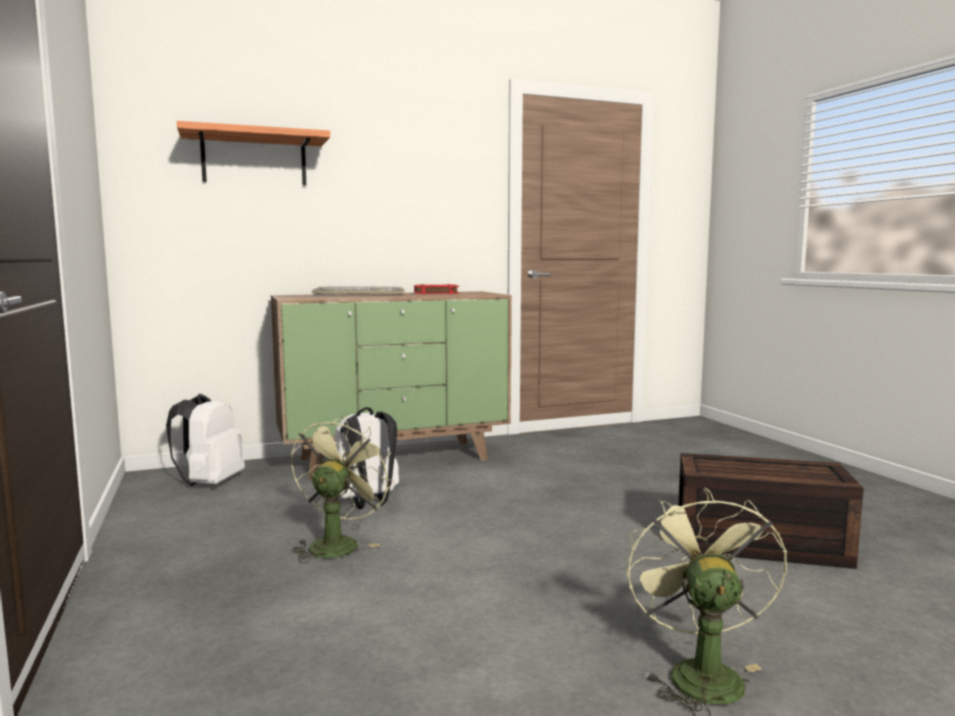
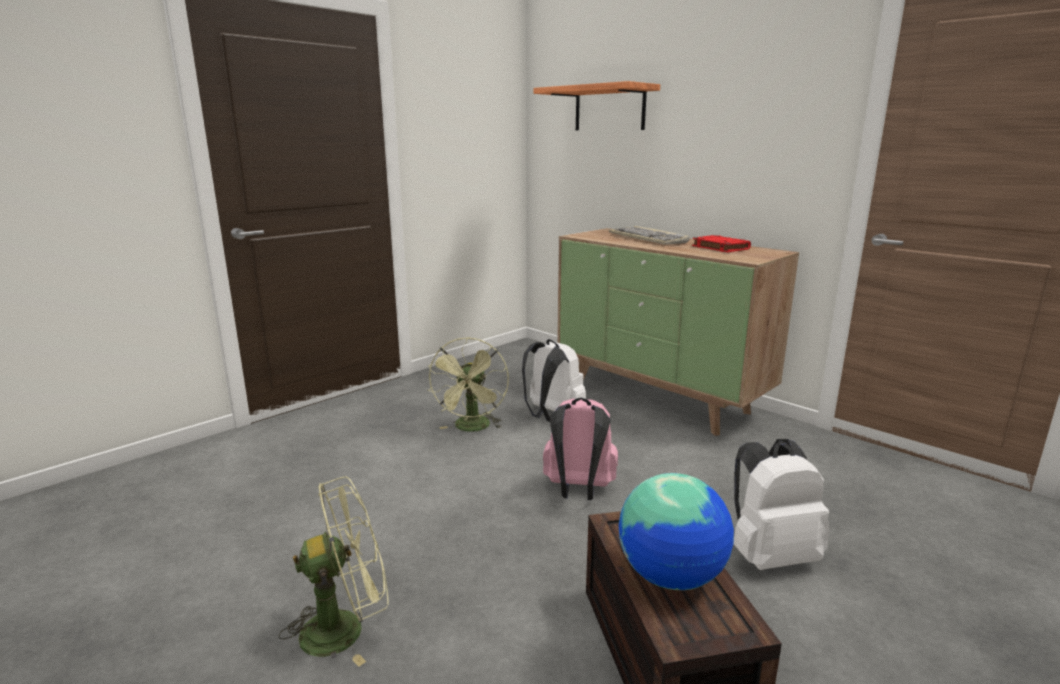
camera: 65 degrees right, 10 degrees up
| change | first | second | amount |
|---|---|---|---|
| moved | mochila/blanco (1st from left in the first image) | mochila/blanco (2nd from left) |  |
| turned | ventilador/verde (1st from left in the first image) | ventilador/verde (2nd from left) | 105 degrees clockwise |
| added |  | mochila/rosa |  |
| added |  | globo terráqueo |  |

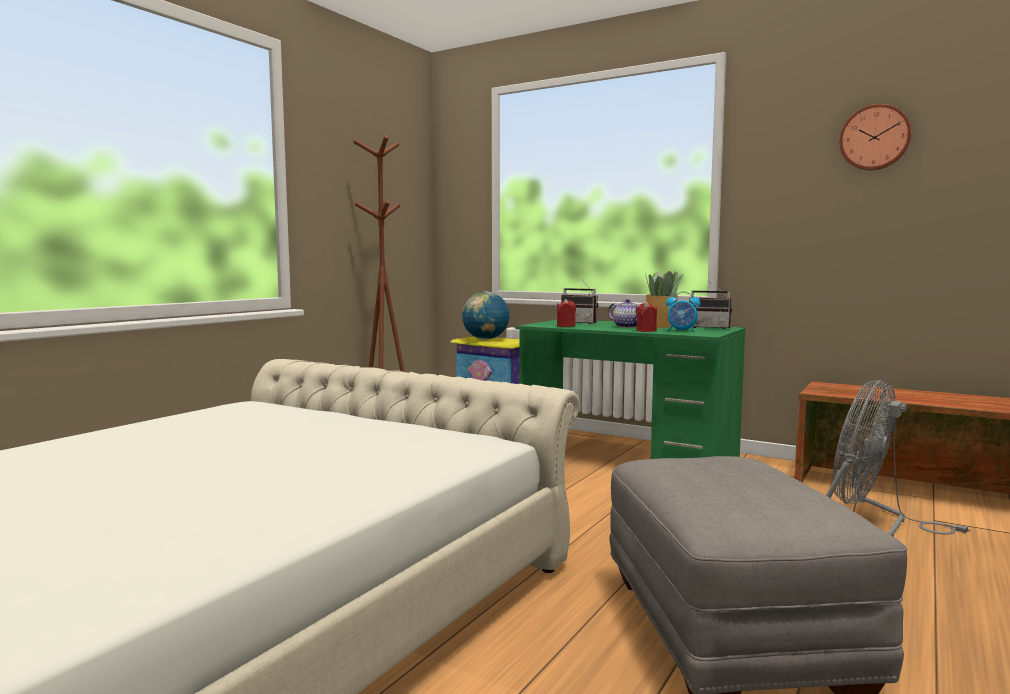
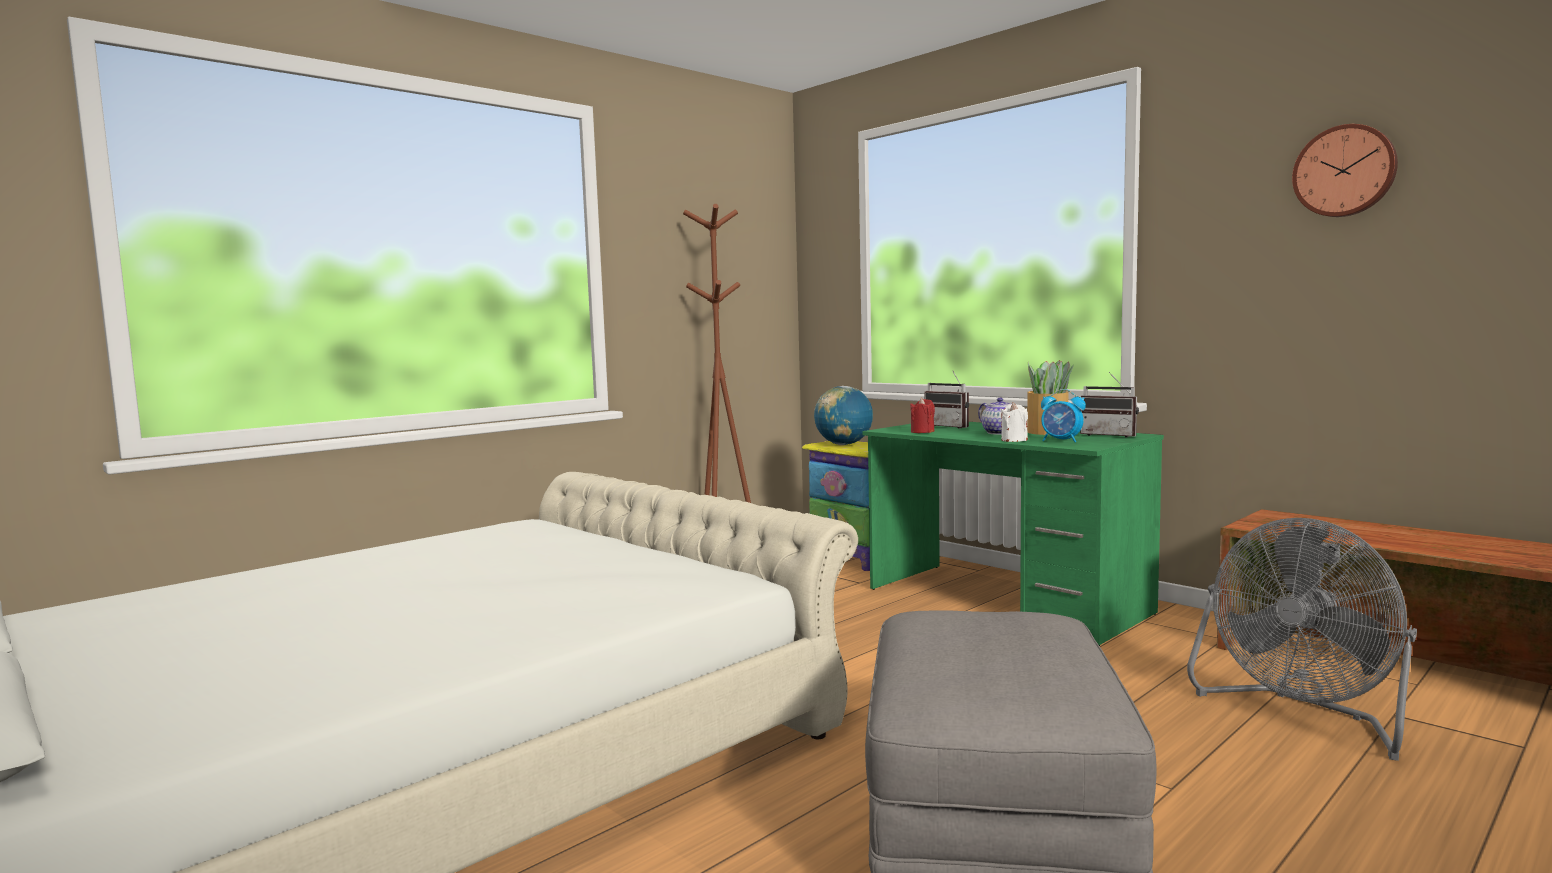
camera: 15 degrees right, 0 degrees up
| change | first | second | amount |
|---|---|---|---|
| recoloured | vela/rojo (2nd from left) | vela/blanco |  |
| turned | ventilador/gris |  | 90 degrees counterclockwise |

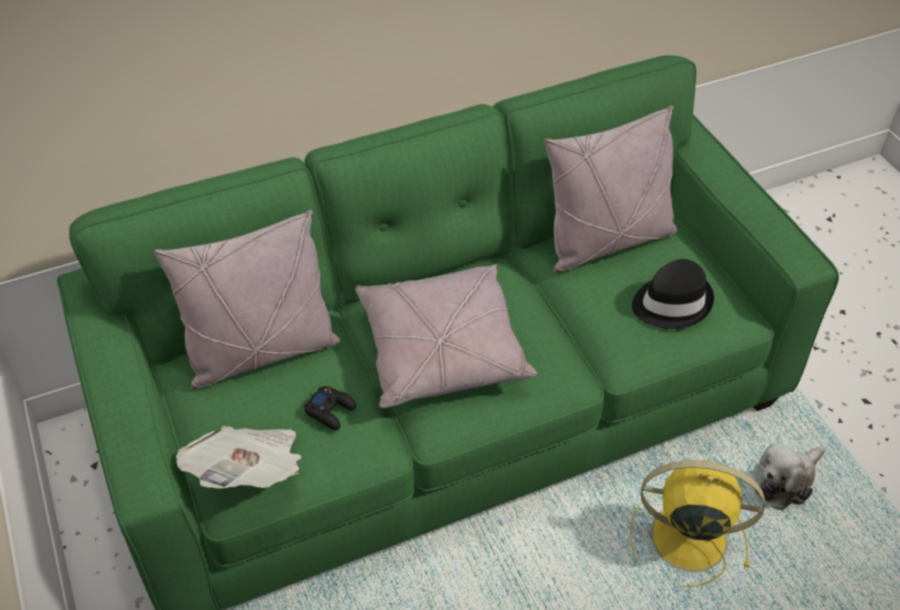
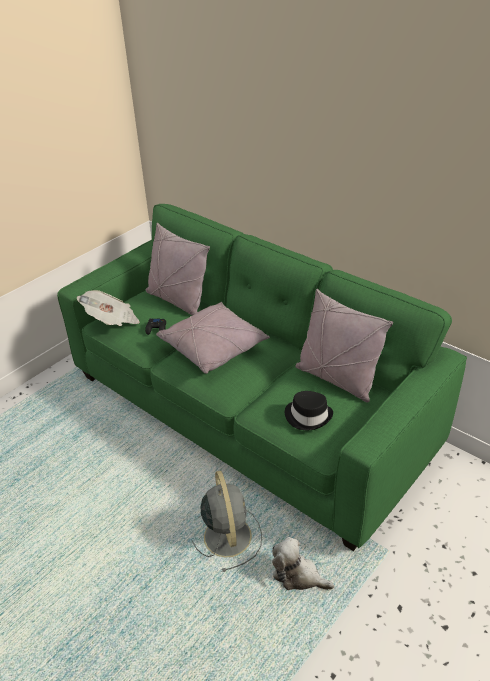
camera: 65 degrees right, 10 degrees down
| change | first | second | amount |
|---|---|---|---|
| recoloured | ventilador/amarillo | ventilador/gris |  |

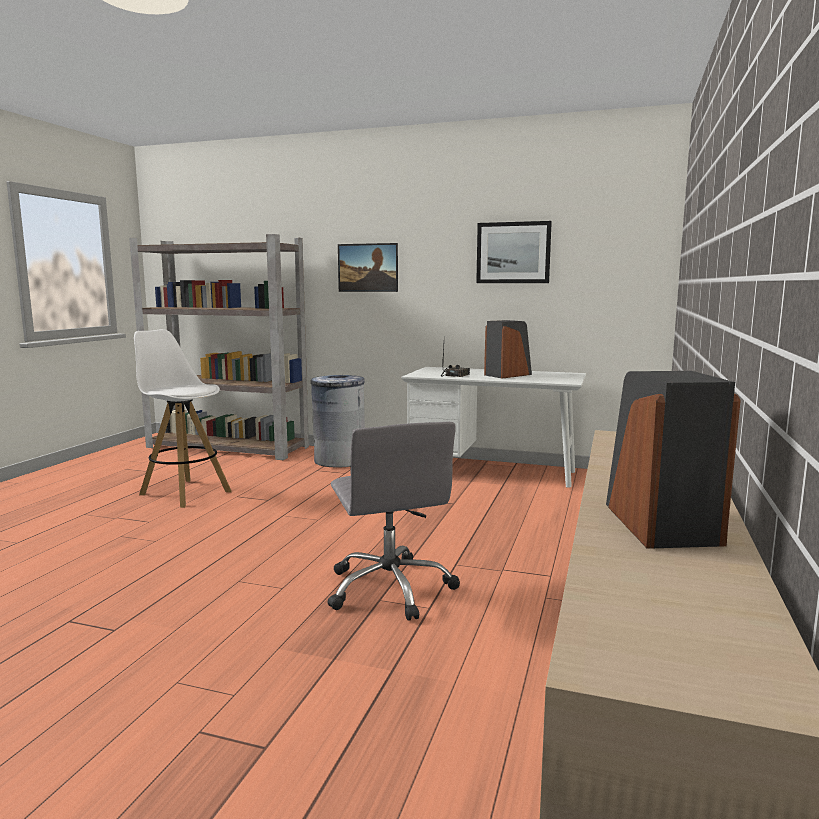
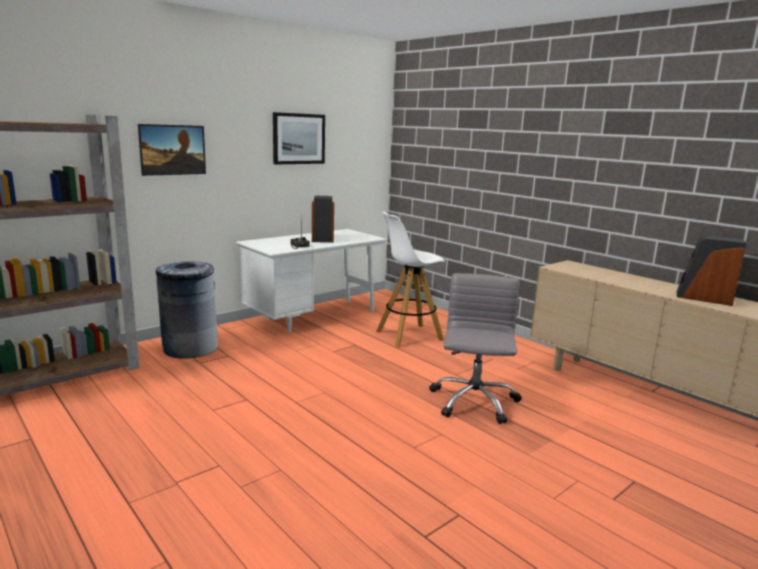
camera: 60 degrees left, 5 degrees up
| change | first | second | amount |
|---|---|---|---|
| moved | taburete/blanco |  |  |
| turned | silla de oficina/gris |  | 90 degrees counterclockwise |

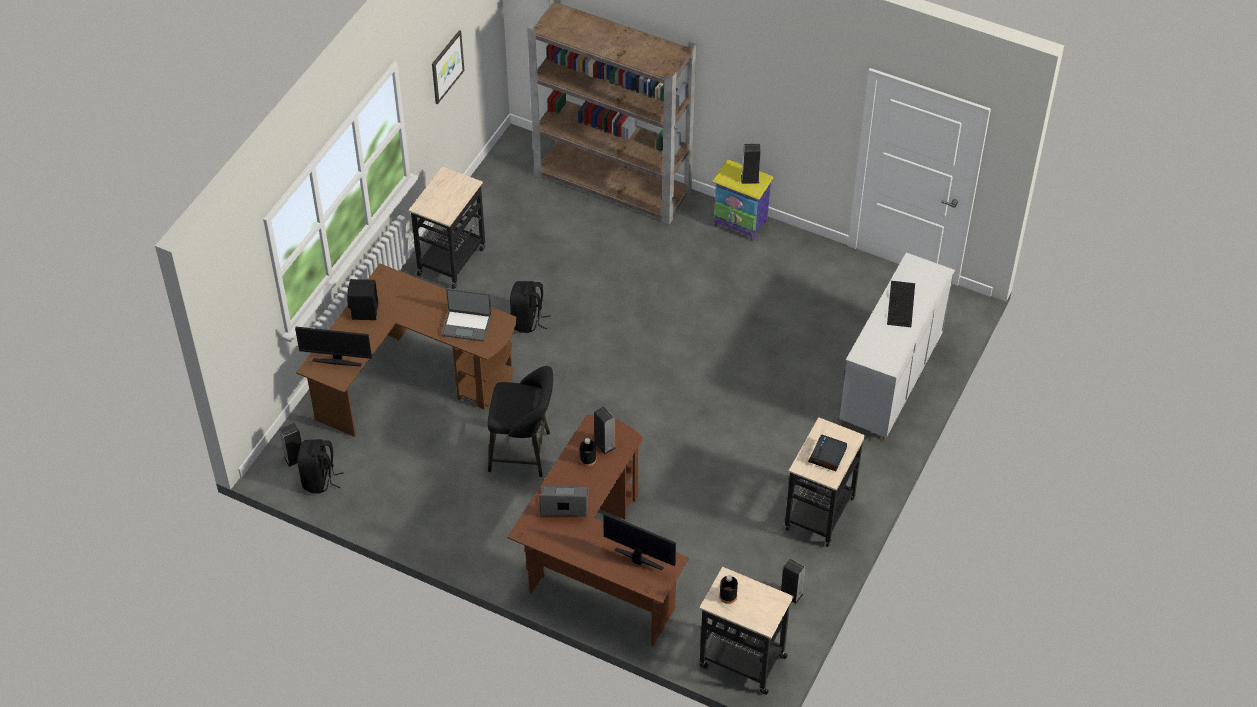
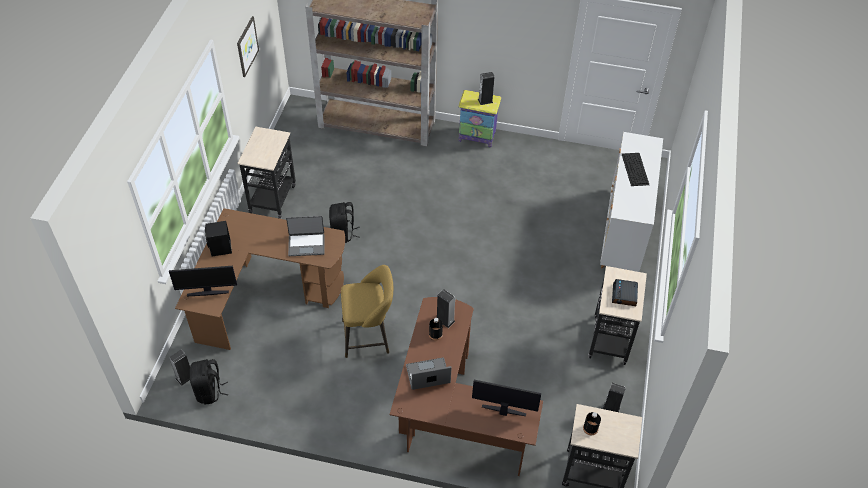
camera: 15 degrees left, 0 degrees up
| change | first | second | amount |
|---|---|---|---|
| recoloured | taburete/negro | taburete/amarillo |  |

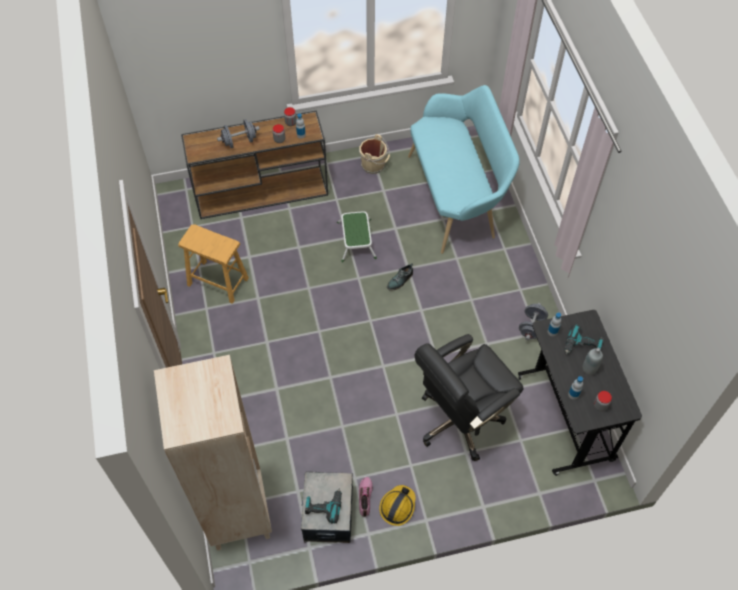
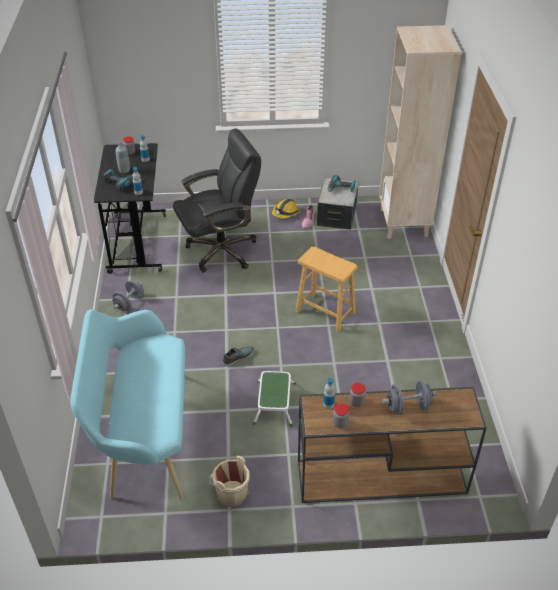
camera: 170 degrees left, 15 degrees down
| change | first | second | amount |
|---|---|---|---|
| moved | taburete/marrón |  |  |

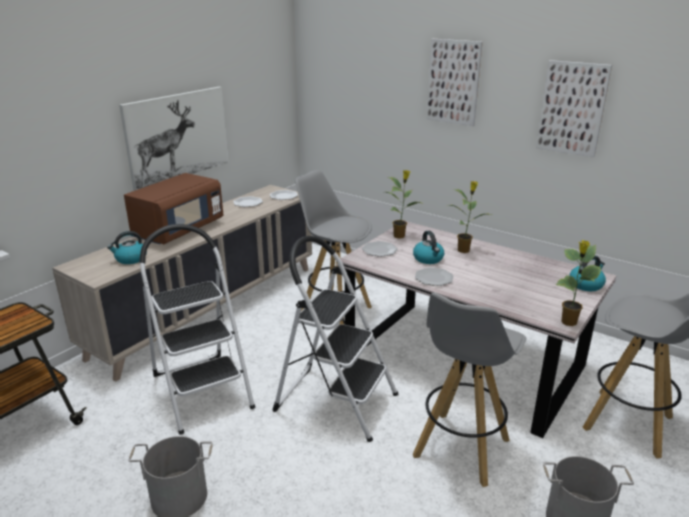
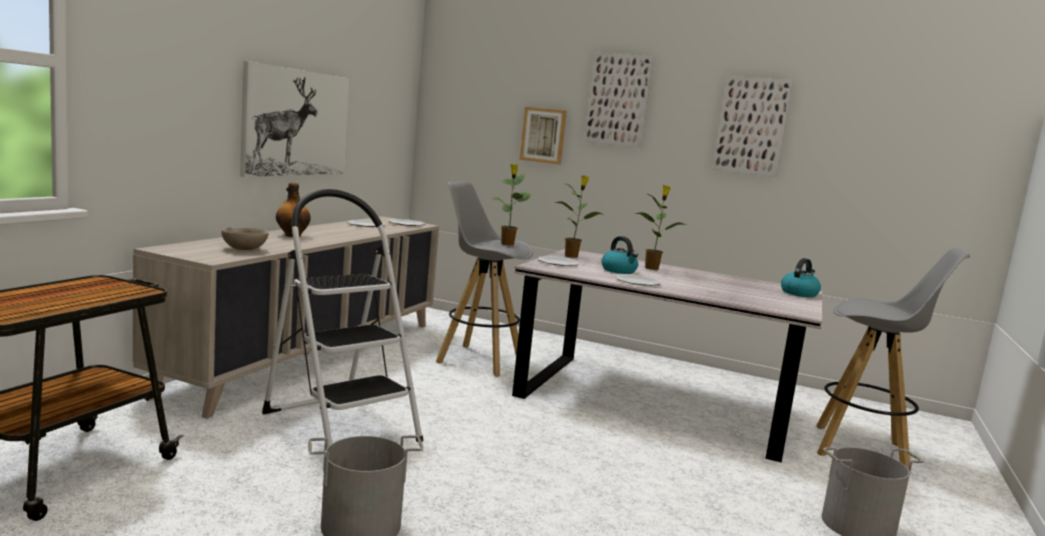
camera: 15 degrees left, 15 degrees down
| change | first | second | amount |
|---|---|---|---|
| replaced | microondas/marrón | botella |  |
| replaced | hervidor (1st from left) | cuenco/beis |  |
| removed | escalera de tijera (2nd from left) |  |  |
| moved | planta en maceta (3rd from left in the first image) | planta en maceta (1st from left) |  |
| removed | taburete/gris (2nd from left) |  |  |
| added |  | cuadro (2nd from left) |  |

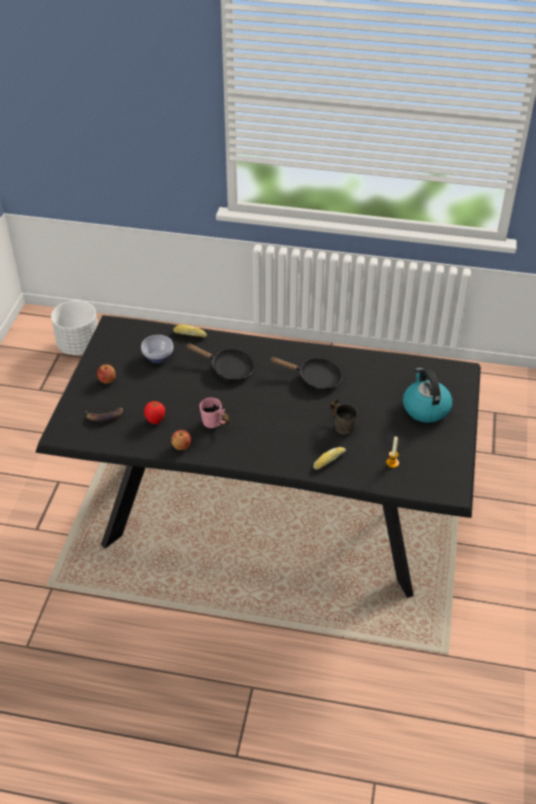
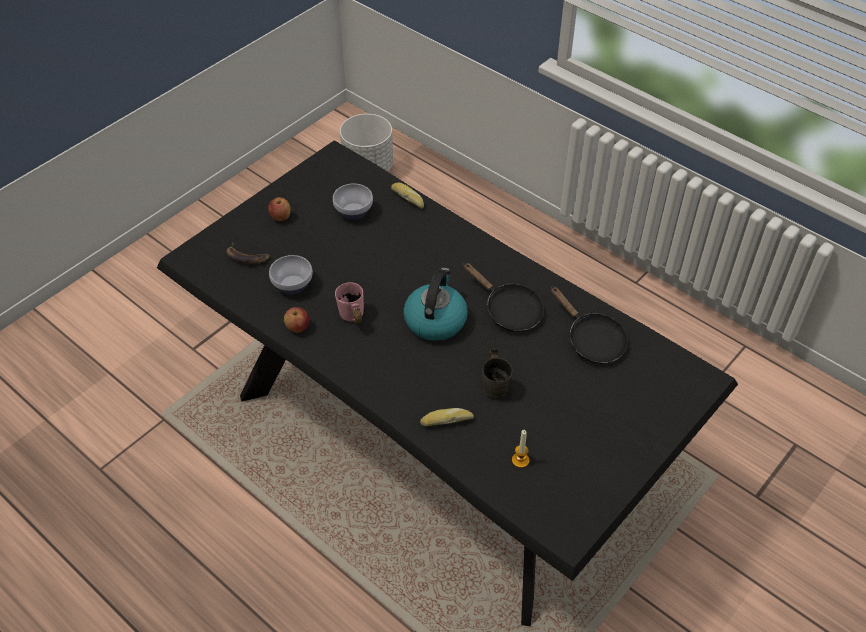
camera: 30 degrees right, 5 degrees up
| change | first | second | amount |
|---|---|---|---|
| moved | sartén/negro (1st from left in the first image) | sartén/negro (2nd from left) |  |
| moved | hervidor |  |  |
| replaced | tomate | cuenco (1st from left) |  |

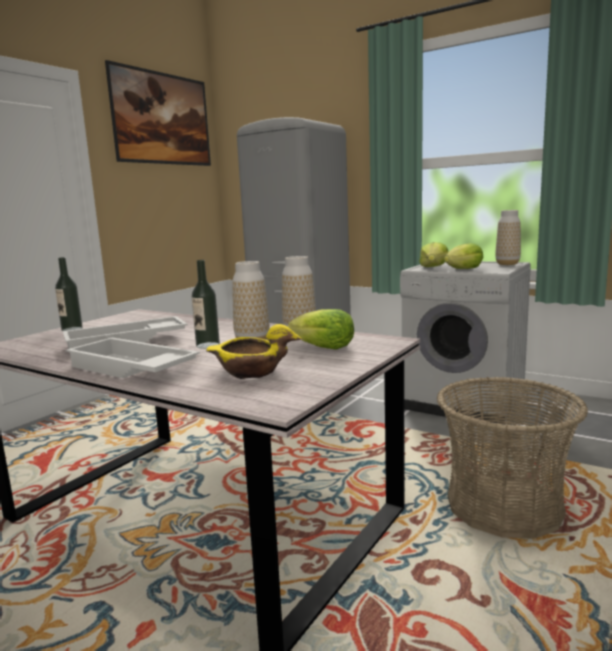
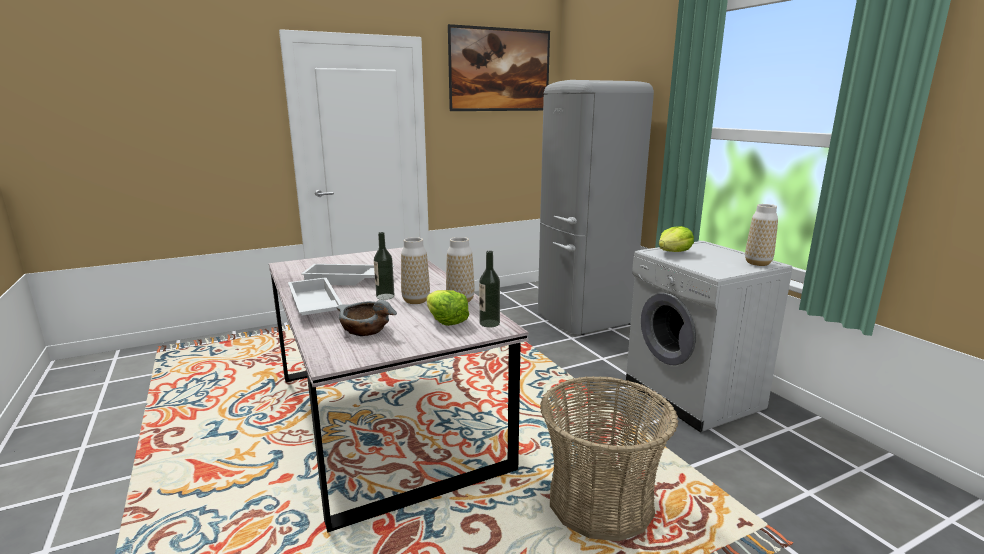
camera: 30 degrees right, 5 degrees up
| change | first | second | amount |
|---|---|---|---|
| removed | lechuga (3rd from left) |  |  |
| moved | botella (1st from left in the first image) | botella (2nd from left) |  |
| recoloured | cuenco/amarillo | cuenco/gris |  |

